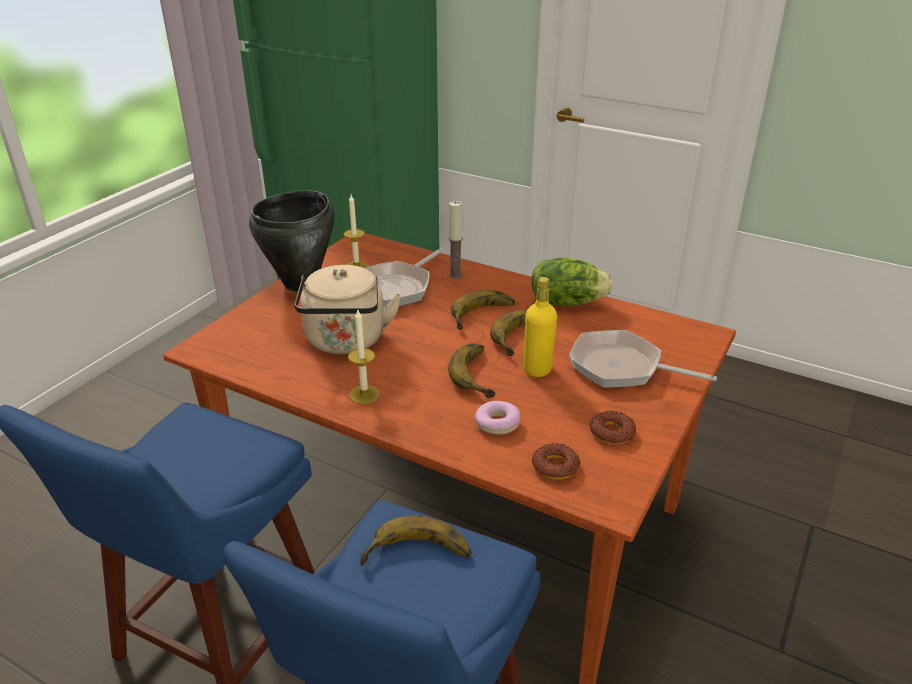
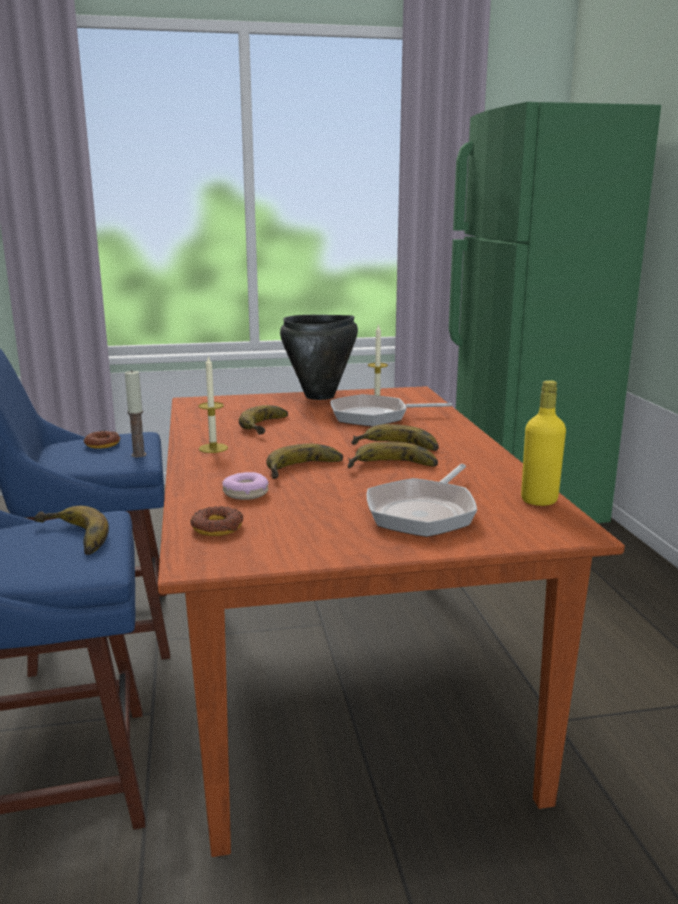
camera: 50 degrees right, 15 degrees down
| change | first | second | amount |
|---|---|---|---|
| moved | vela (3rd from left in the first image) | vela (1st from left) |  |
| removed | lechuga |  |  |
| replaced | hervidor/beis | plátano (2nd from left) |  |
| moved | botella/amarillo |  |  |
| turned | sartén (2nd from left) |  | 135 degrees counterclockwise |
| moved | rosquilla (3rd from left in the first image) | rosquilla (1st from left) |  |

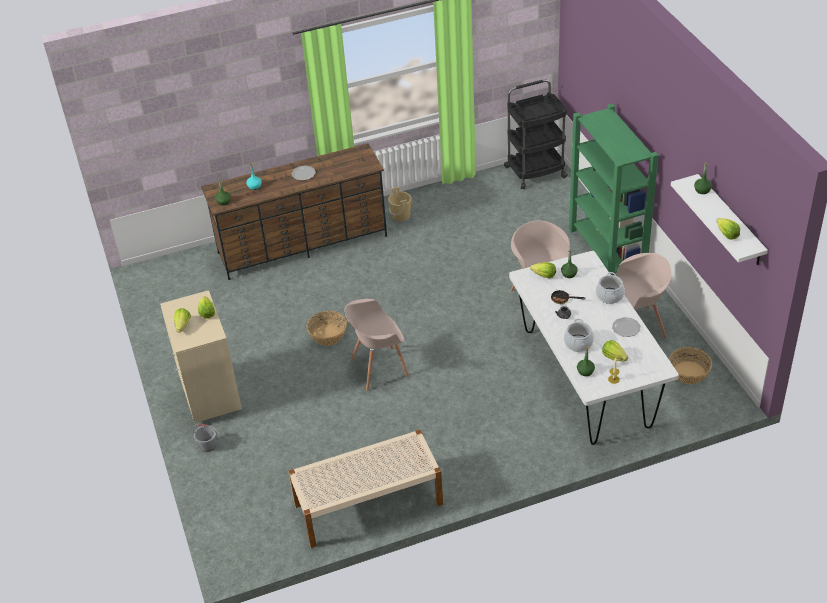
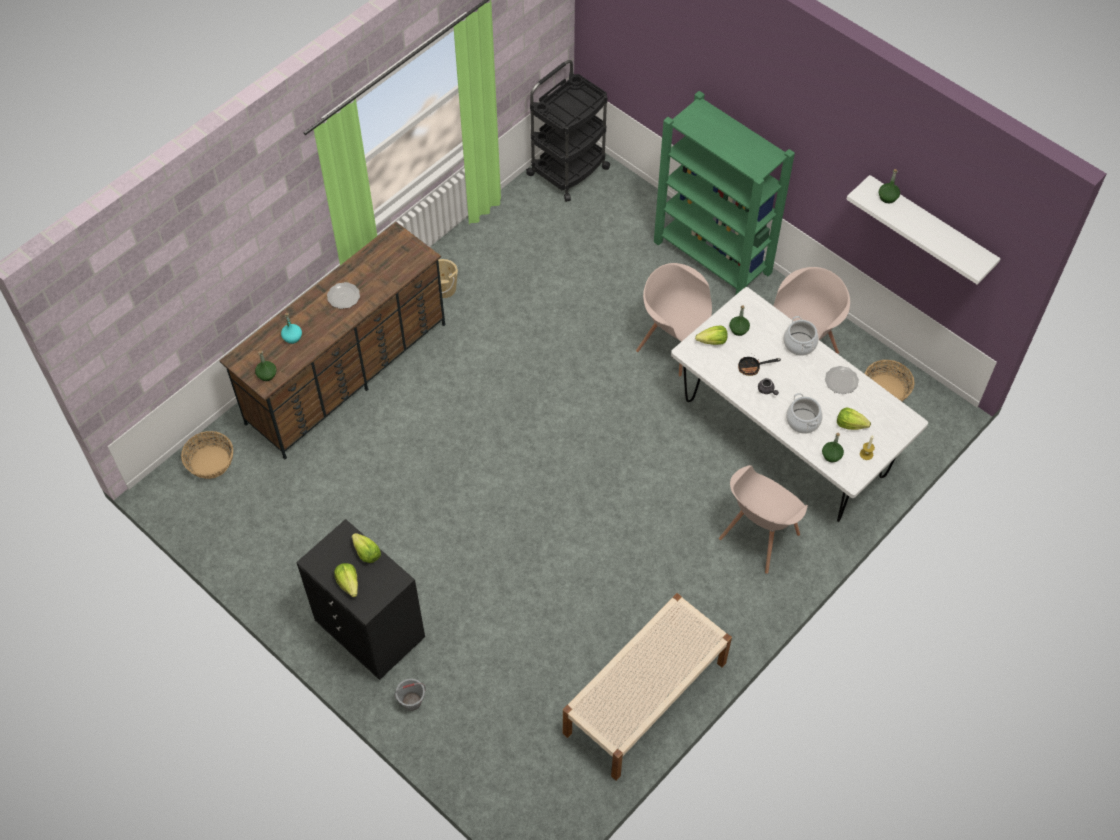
camera: 30 degrees left, 15 degrees up
| change | first | second | amount |
|---|---|---|---|
| removed | lechuga (5th from left) |  |  |
| recoloured | armario/beis | armario/negro |  |
| moved | silla/beis (1st from left in the first image) | silla/beis (2nd from left) |  |
| moved | cesta (1st from left) |  |  |

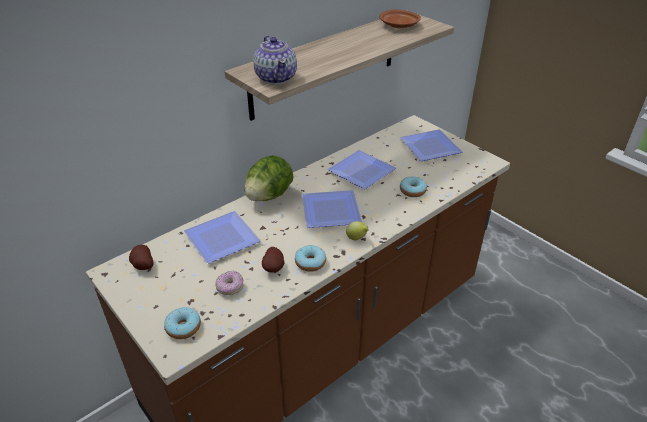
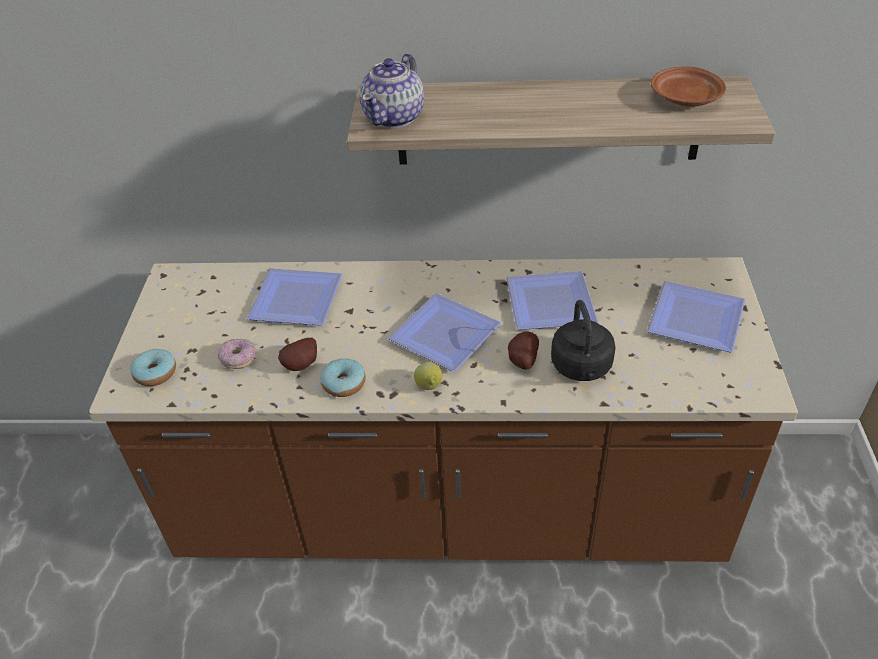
camera: 45 degrees right, 5 degrees up
| change | first | second | amount |
|---|---|---|---|
| removed | lechuga |  |  |
| replaced | rosquilla (4th from left) | hervidor/negro |  |
| moved | patata (1st from left in the first image) | patata (2nd from left) |  |

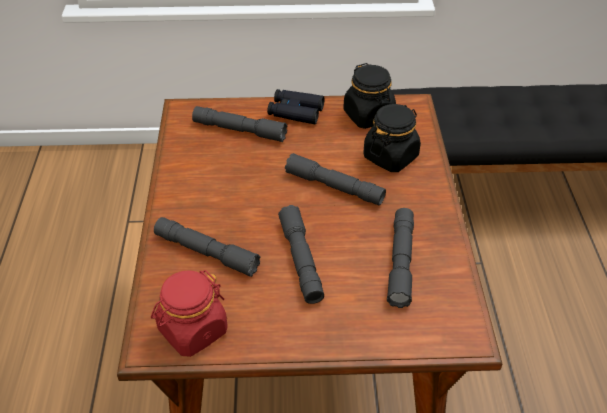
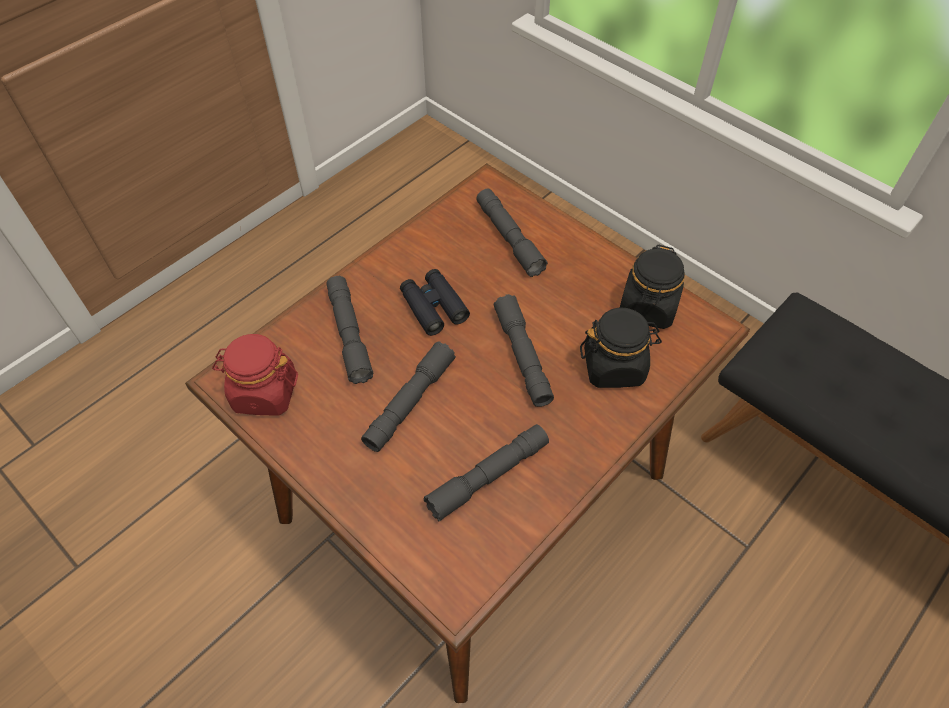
camera: 45 degrees right, 10 degrees up
| change | first | second | amount |
|---|---|---|---|
| moved | prismáticos/negro |  |  |

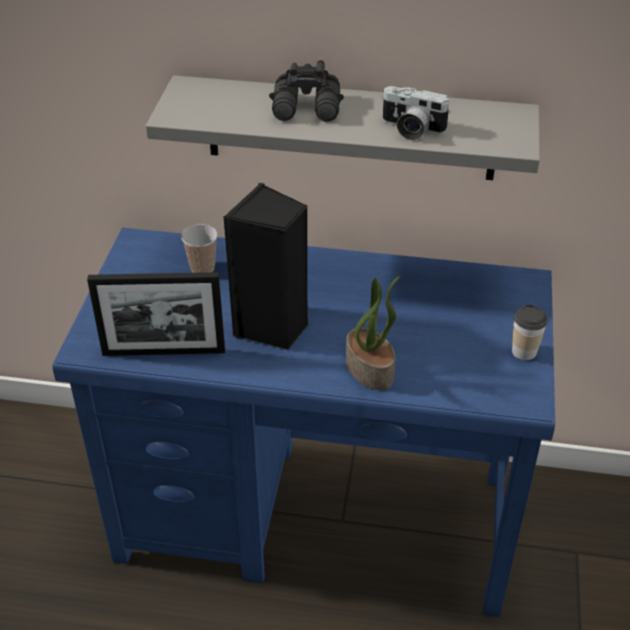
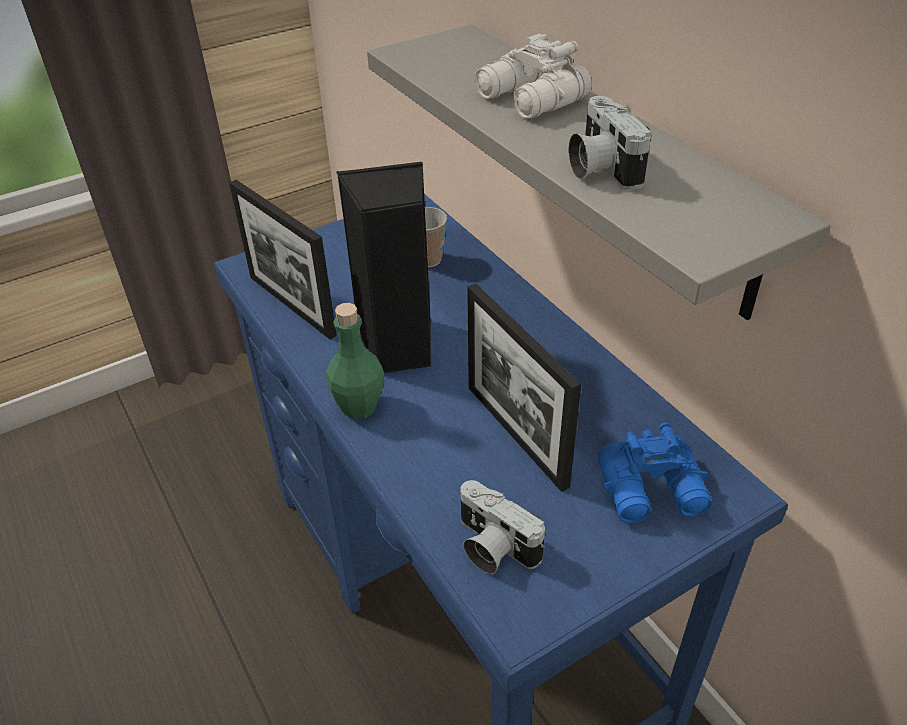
camera: 50 degrees right, 0 degrees up
| change | first | second | amount |
|---|---|---|---|
| recoloured | prismáticos/negro | prismáticos/blanco |  |
| removed | planta en maceta |  |  |
| removed | taza (2nd from left) |  |  |
| added |  | portarretratos (2nd from left) |  |
| added |  | botella/verde |  |
| added |  | prismáticos/azul |  |
| added |  | cámara (1st from left) |  |

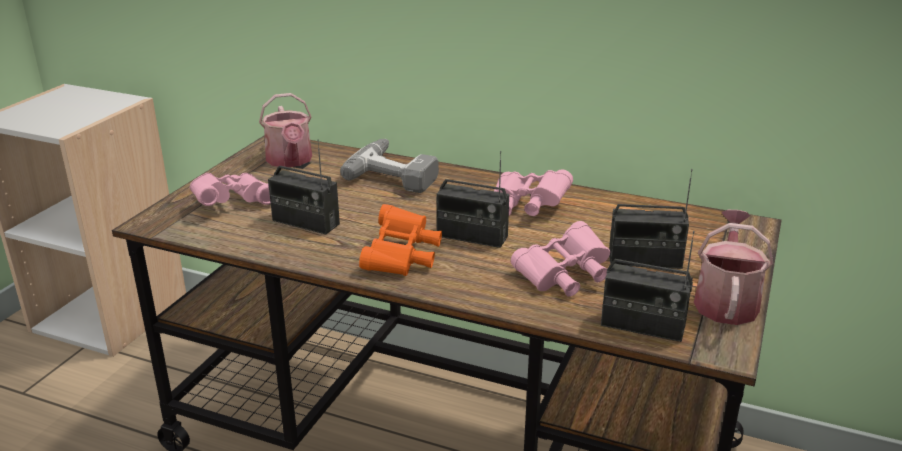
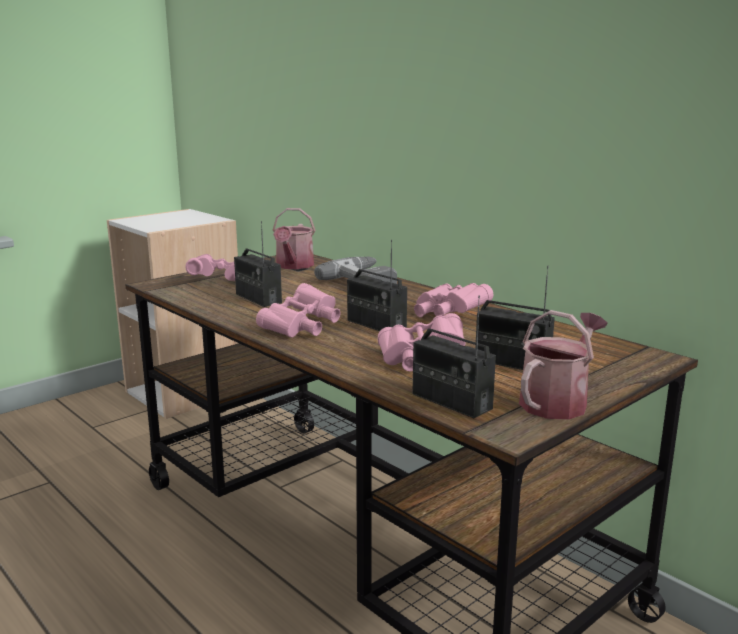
camera: 25 degrees right, 10 degrees down
| change | first | second | amount |
|---|---|---|---|
| recoloured | prismáticos/naranja | prismáticos/rosa (2nd from left) |  |

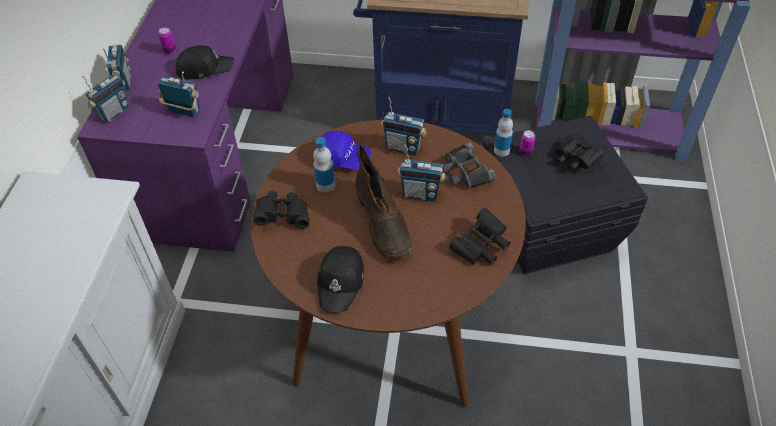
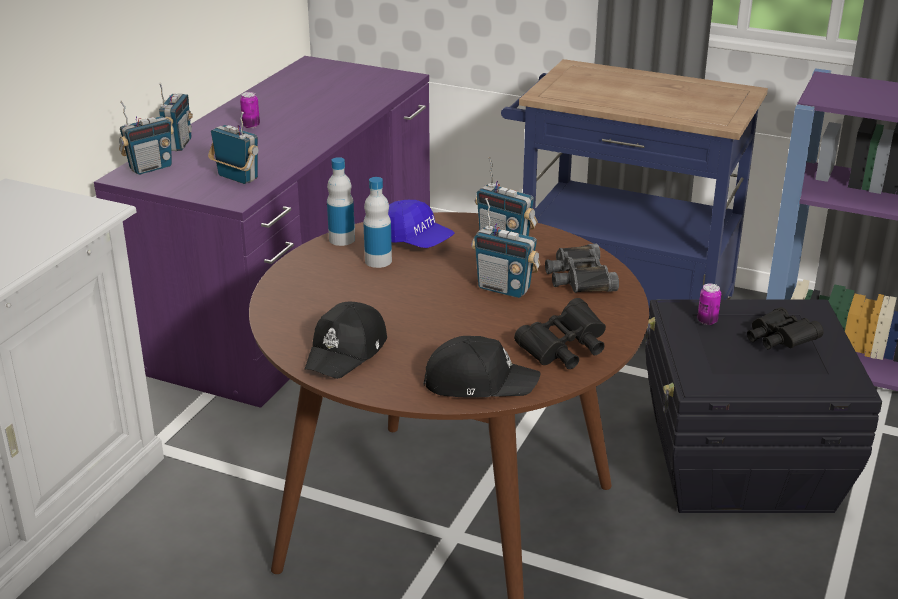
camera: 15 degrees right, 20 degrees down
| change | first | second | amount |
|---|---|---|---|
| moved | gorra/negro (1st from left in the first image) | gorra/negro (2nd from left) |  |
| moved | botella (2nd from left in the first image) | botella (1st from left) |  |
| removed | bota/marrón |  |  |
| removed | prismáticos/negro (1st from left) |  |  |

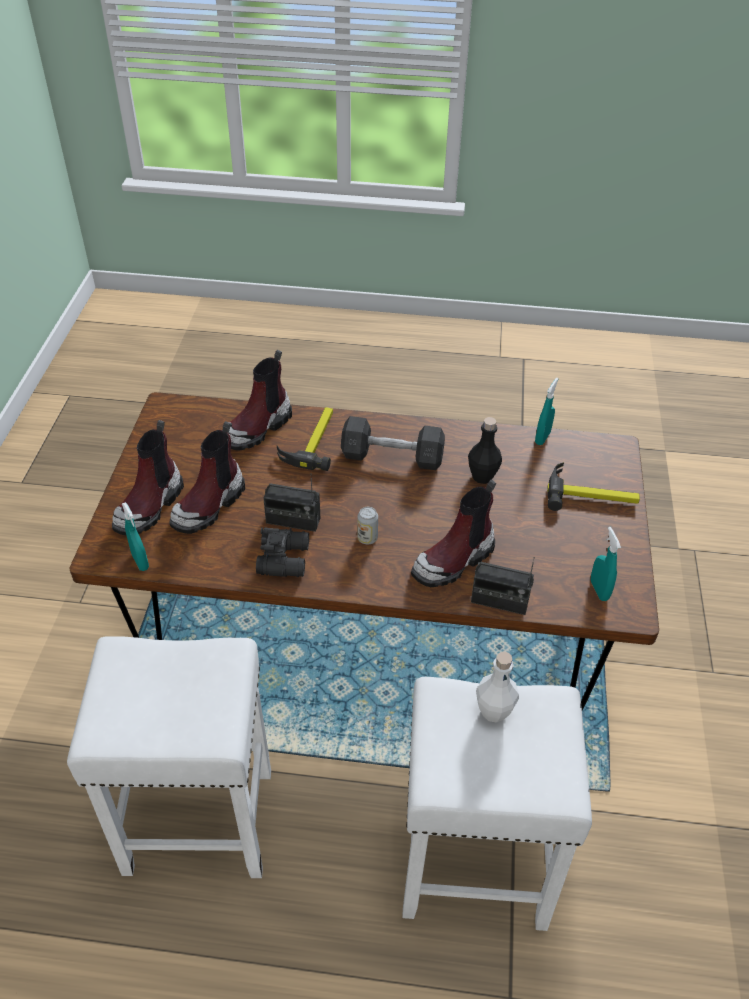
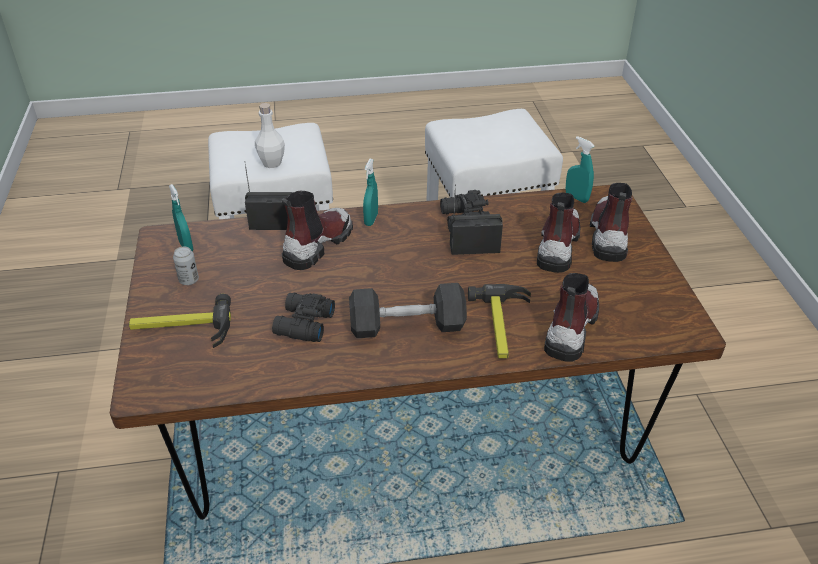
camera: 165 degrees right, 5 degrees down
| change | first | second | amount |
|---|---|---|---|
| moved | pulverizador/turquesa (2nd from left) |  |  |
| replaced | botella/negro | prismáticos/negro (1st from left) |  |
| moved | lata |  |  |

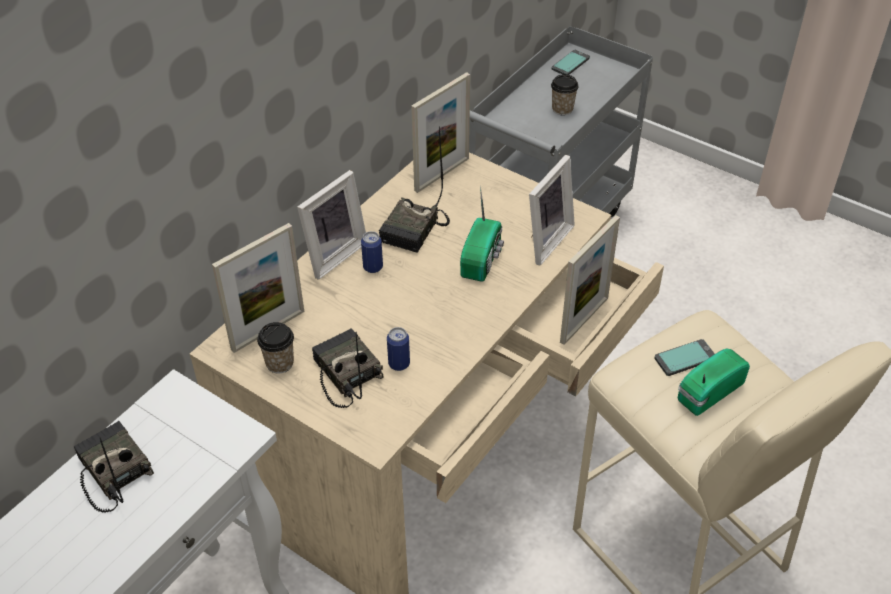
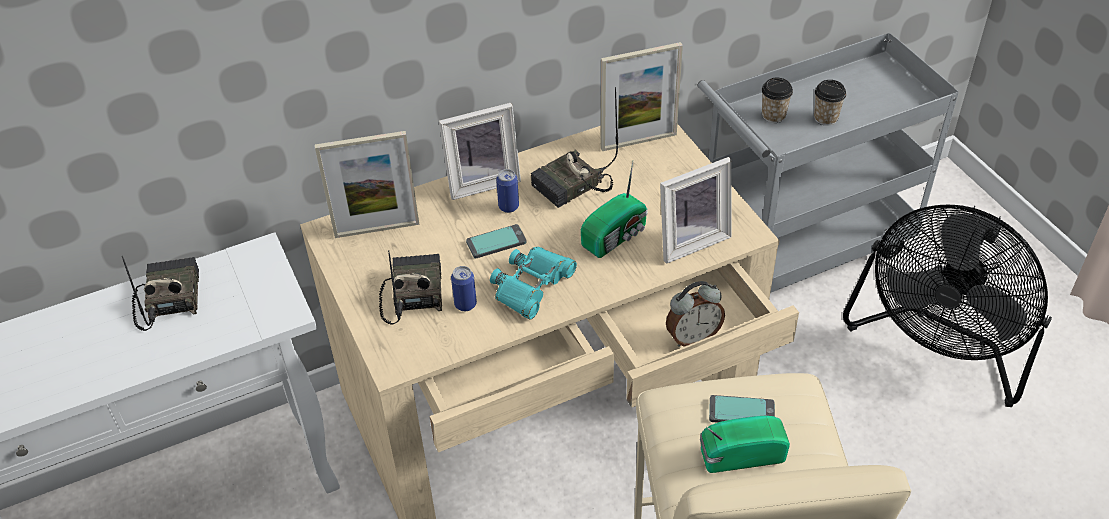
camera: 30 degrees right, 0 degrees up
| change | first | second | amount |
|---|---|---|---|
| moved | móvil (1st from left) |  |  |
| replaced | portarretratos (5th from left) | despertador |  |
| moved | taza (1st from left) |  |  |
| added |  | ventilador/negro |  |
| added |  | prismáticos/turquesa |  |

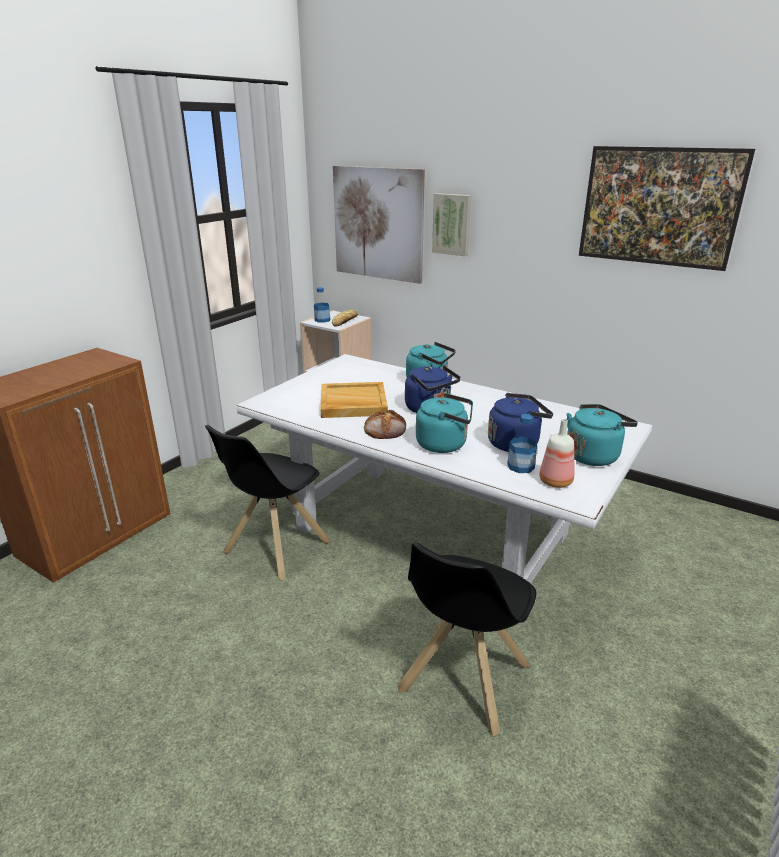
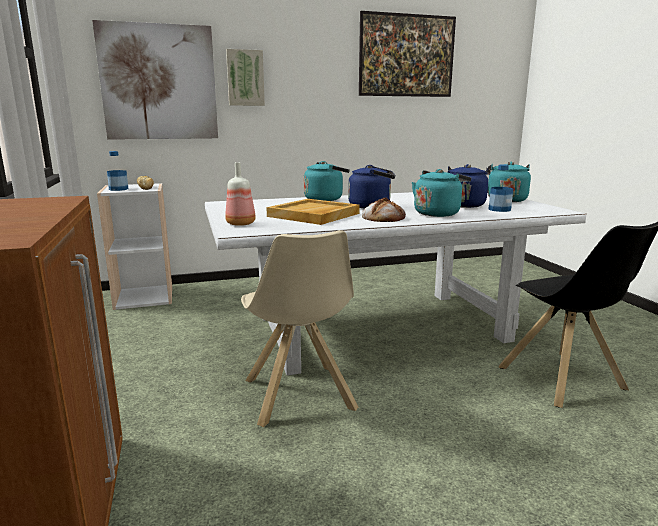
camera: 50 degrees left, 10 degrees down
| change | first | second | amount |
|---|---|---|---|
| moved | botella (3rd from left in the first image) | botella (2nd from left) |  |
| recoloured | silla/negro (1st from left) | silla/beis |  |

